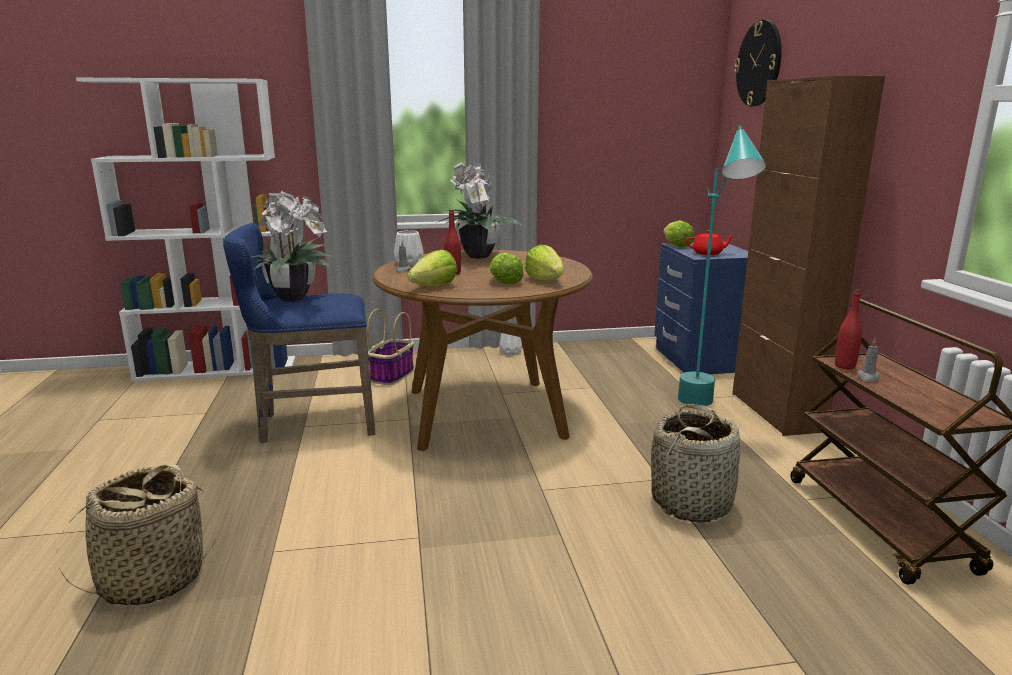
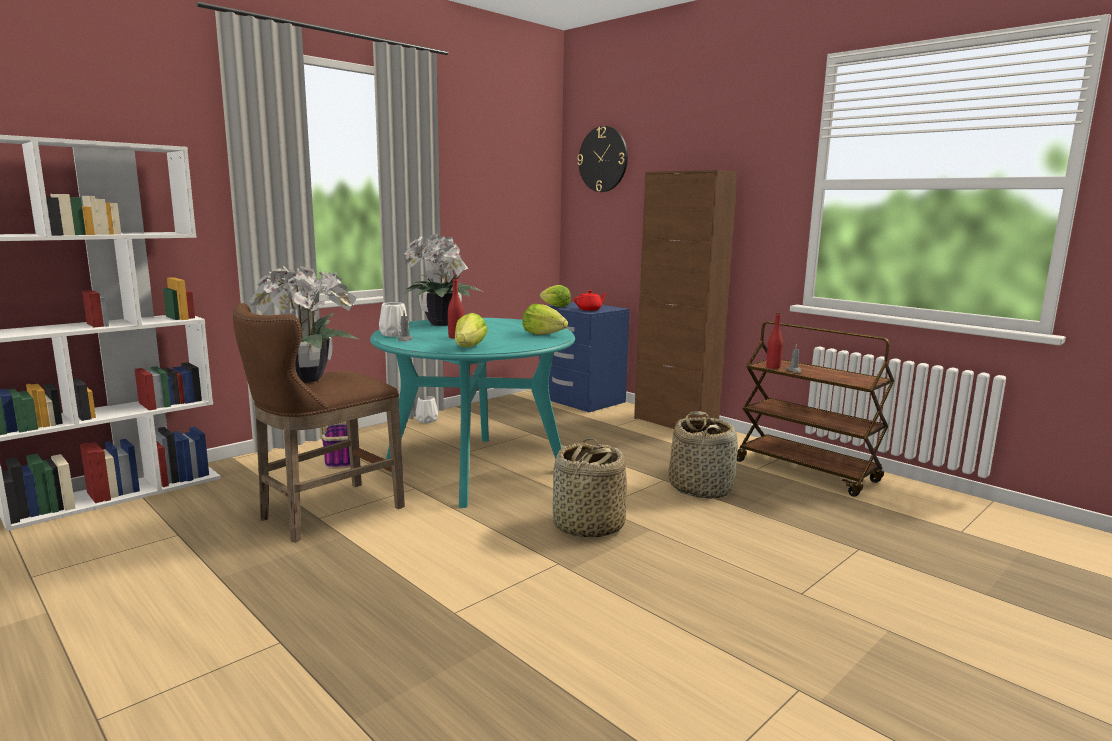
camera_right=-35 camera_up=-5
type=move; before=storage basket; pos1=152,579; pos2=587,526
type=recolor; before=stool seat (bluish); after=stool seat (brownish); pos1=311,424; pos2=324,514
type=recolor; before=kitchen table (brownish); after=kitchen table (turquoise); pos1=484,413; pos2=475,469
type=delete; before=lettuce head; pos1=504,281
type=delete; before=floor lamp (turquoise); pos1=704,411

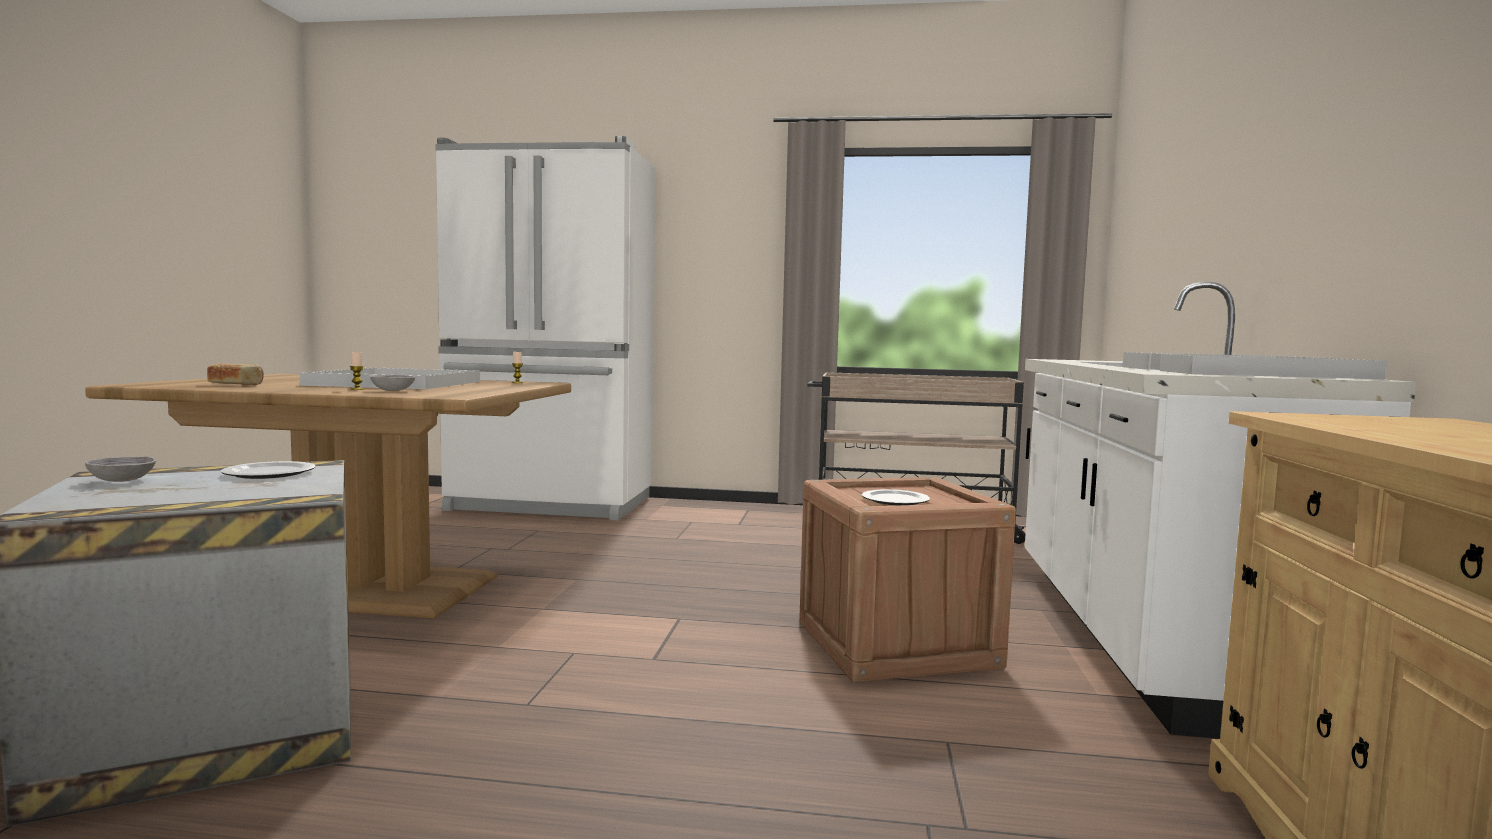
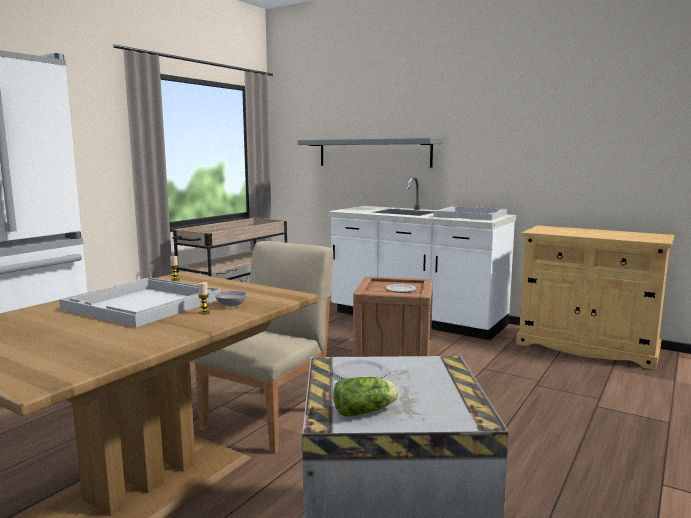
camera_right=-65 camera_up=5
type=replace; before=deep dish (grey); after=lettuce head; pos1=122,480; pos2=366,411
type=delete; before=bakery bread; pos1=236,385
type=insert; after=plain chair (sand-coloured); pos2=270,417
type=insert; after=wall shelf (grey); pos2=373,153

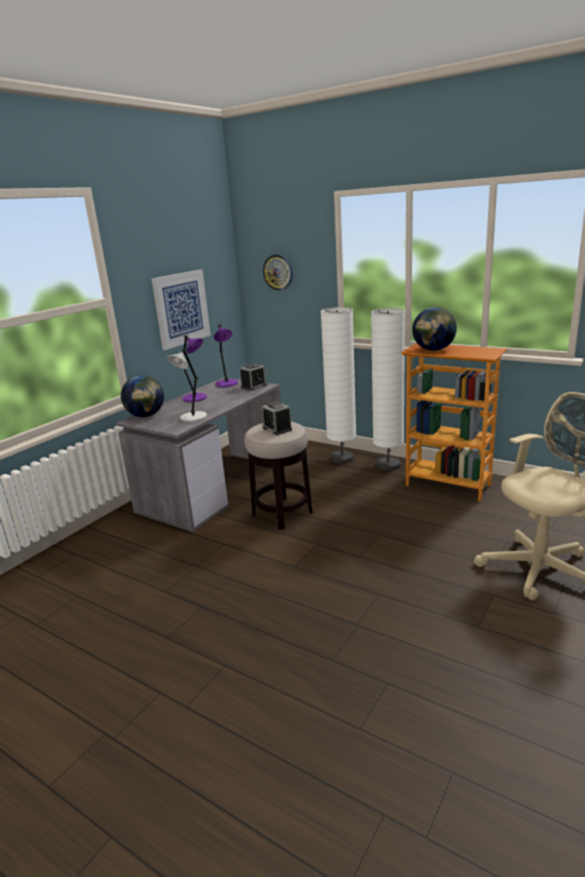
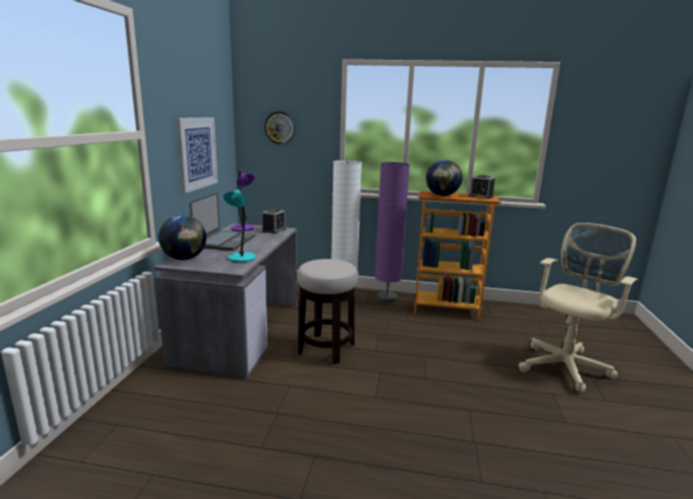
camera_right=-25 camera_up=-5
type=recolor; before=lamp for a table (grey); after=lamp for a table (turquoise); pos1=192,418; pos2=241,258
type=replace; before=lamp for a table (purple-coloured); after=portable computer; pos1=196,398; pos2=224,241
type=move; before=bedside clock; pos1=277,429; pos2=481,196
type=recolor; before=floor lamp (white-coloured); after=floor lamp (purple-coloured); pos1=388,465; pos2=386,298

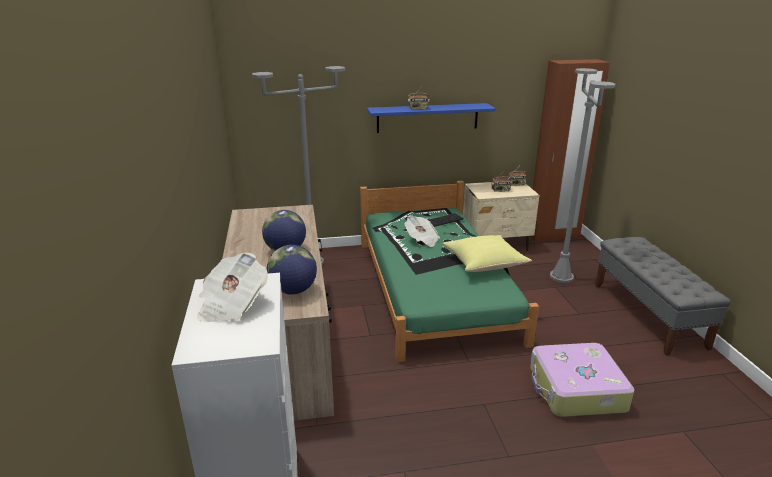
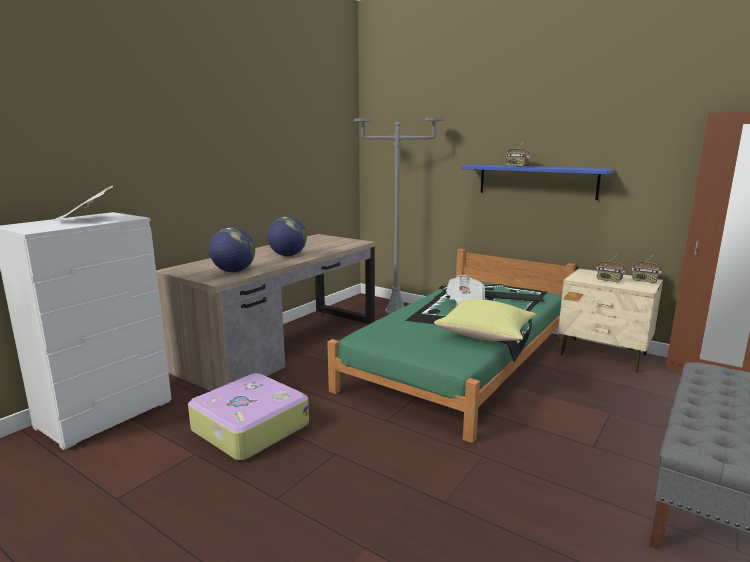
camera_right=45 camera_up=-10
type=move; before=suitcase; pos1=575,390; pos2=249,427
type=delete; before=floor lamp (grey); pos1=561,277

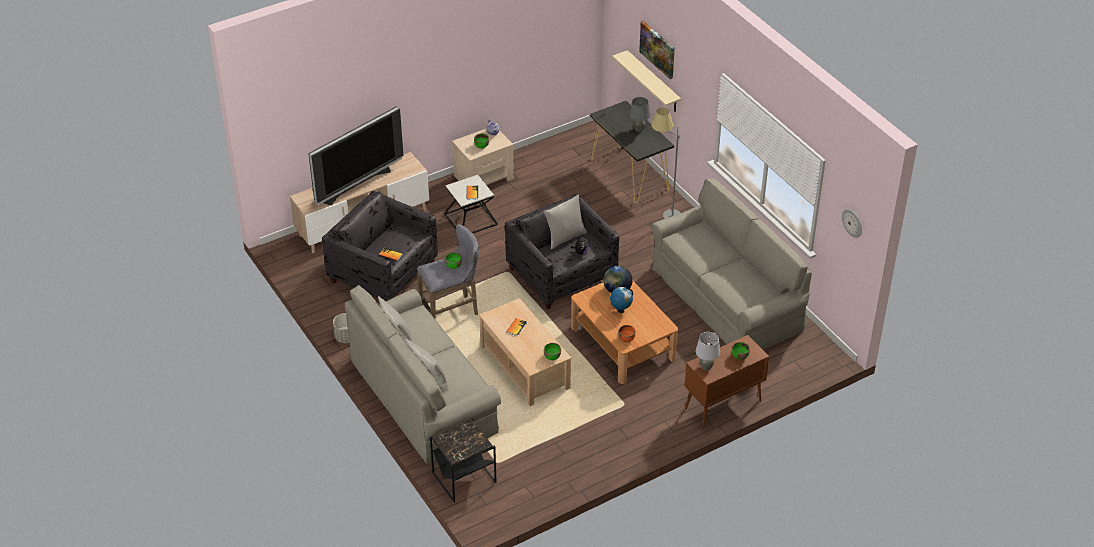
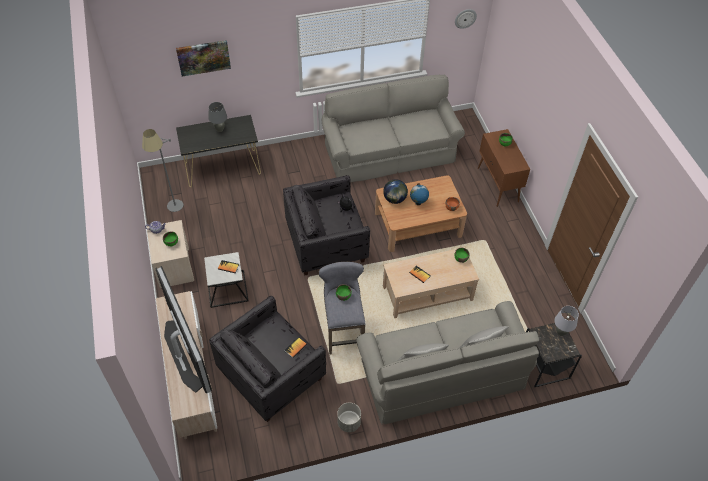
camera_right=-75 camera_up=10
type=delete; before=throw pillow (grey); pos1=565,237
type=delete; before=wall shelf (sand-coloured); pos1=653,82
type=move; before=floor lamp (grey); pos1=664,217; pos2=174,211
type=move; before=lamp for a table (grey); pos1=706,367; pos2=561,332

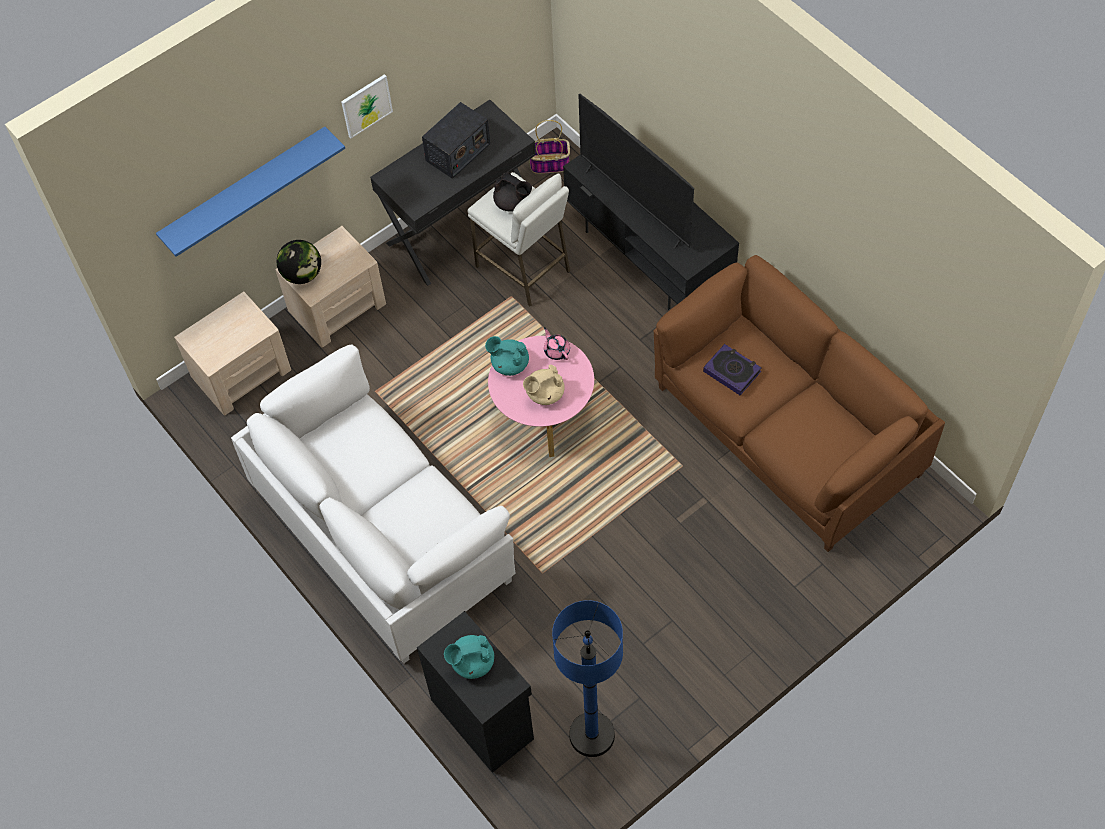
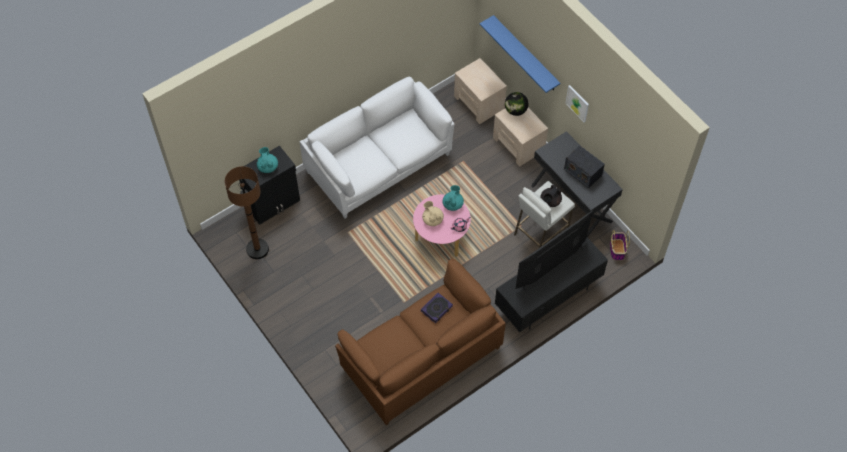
camera_right=90 camera_up=0
type=recolor; before=floor lamp (bluish); after=floor lamp (brownish); pos1=592,735; pos2=257,249

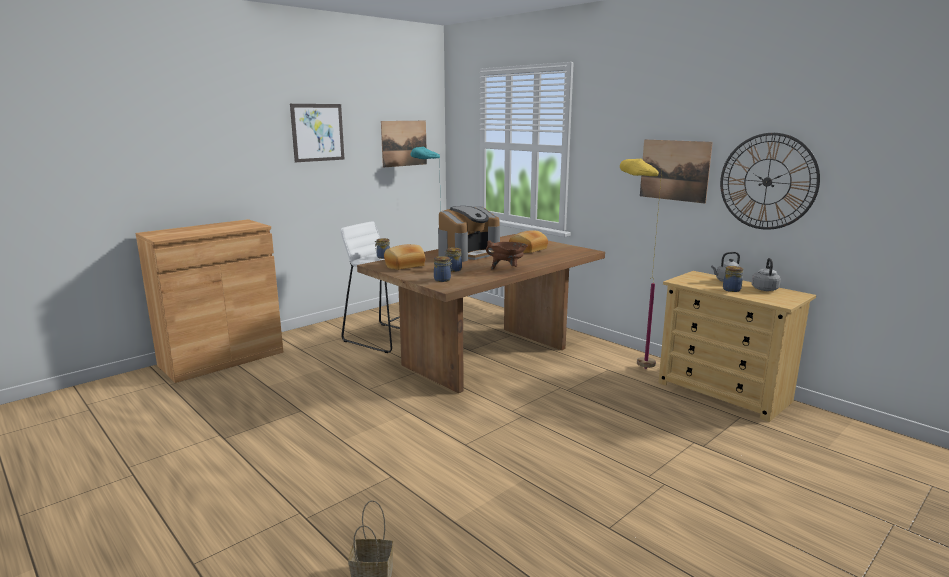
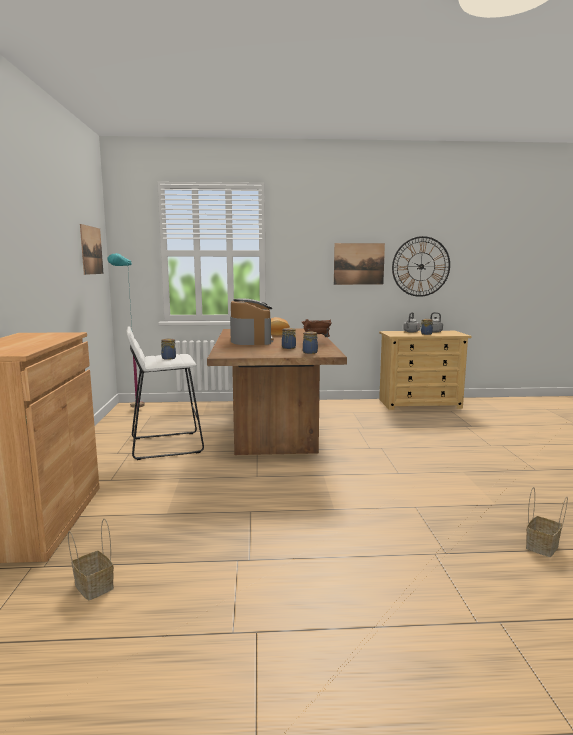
camera_right=-50 camera_up=-5
type=delete; before=picture; pos1=317,132
type=delete; before=bakery bread; pos1=405,266
type=delete; before=floor lamp (yellowish); pos1=630,365
type=insert; after=storage basket; pos2=92,586

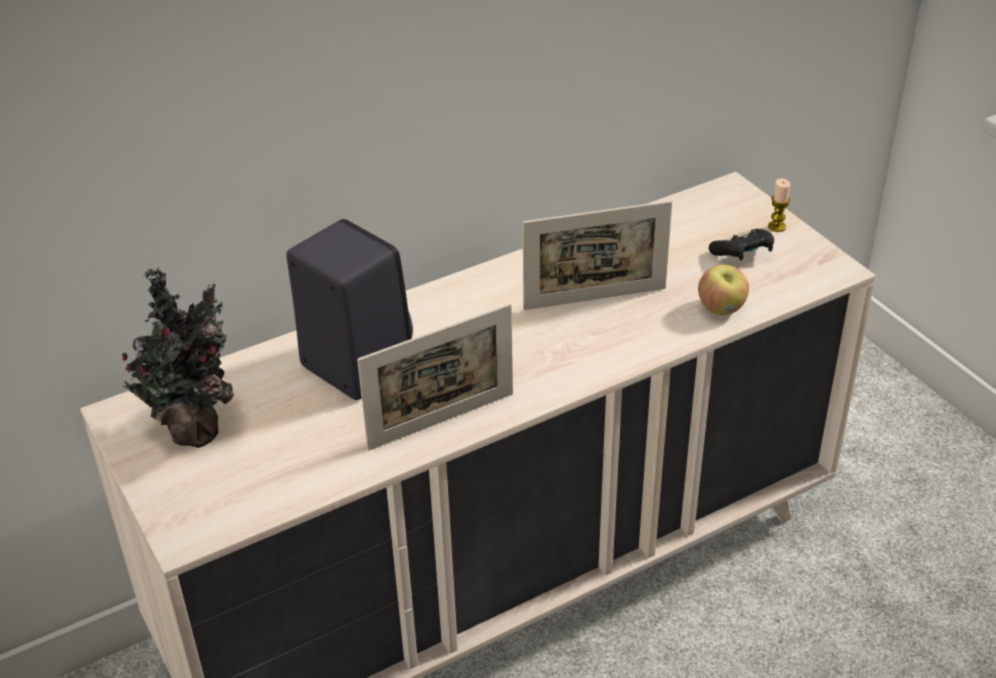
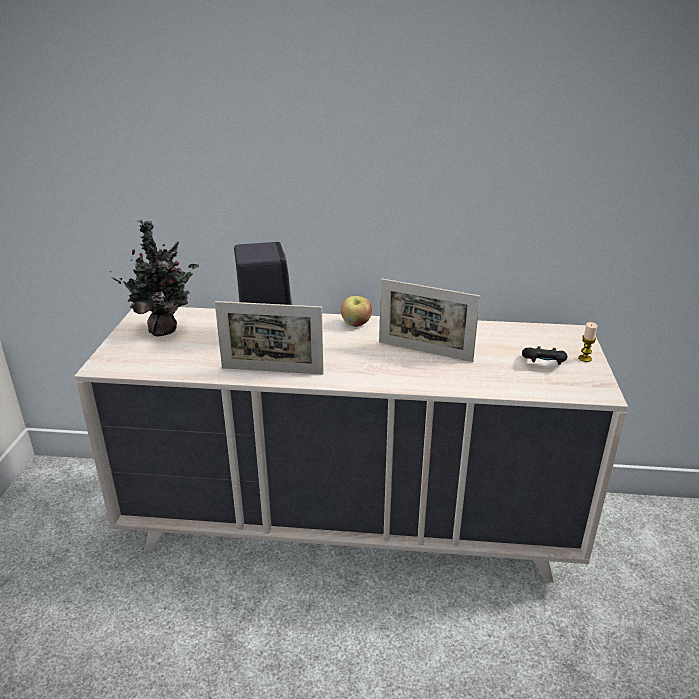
camera_right=35 camera_up=-10
type=move; before=whole apple; pos1=721,308; pos2=356,324

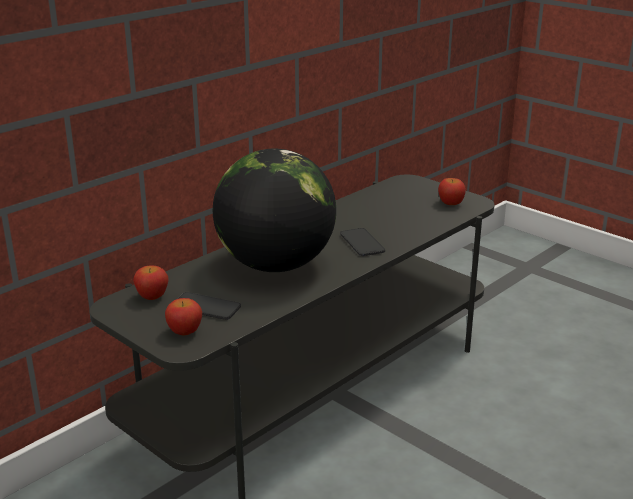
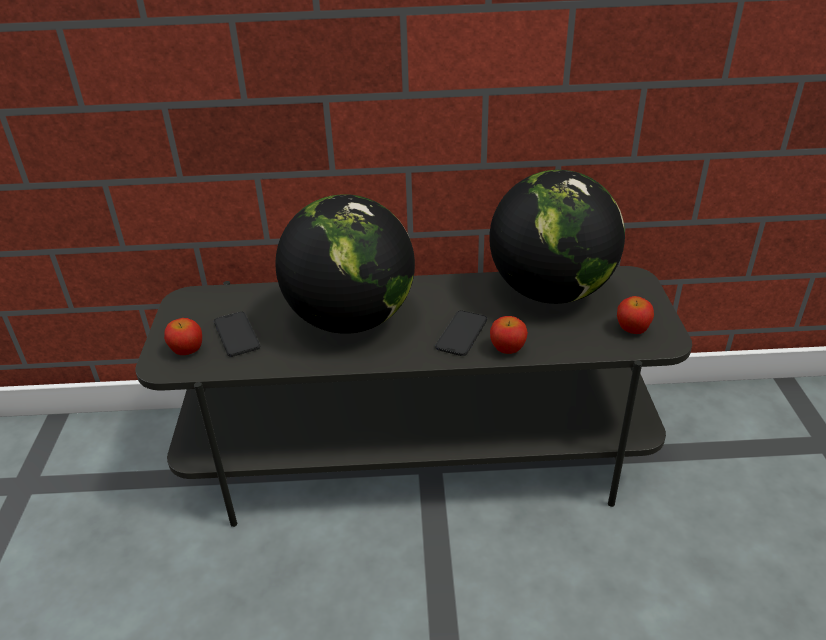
camera_right=45 camera_up=10
type=move; before=whole apple; pos1=152,296; pos2=507,349
type=insert; after=world globe; pos2=550,292

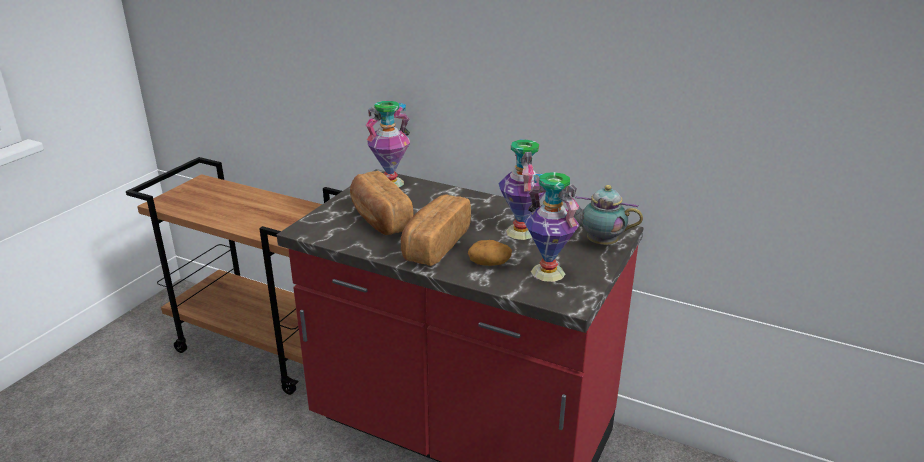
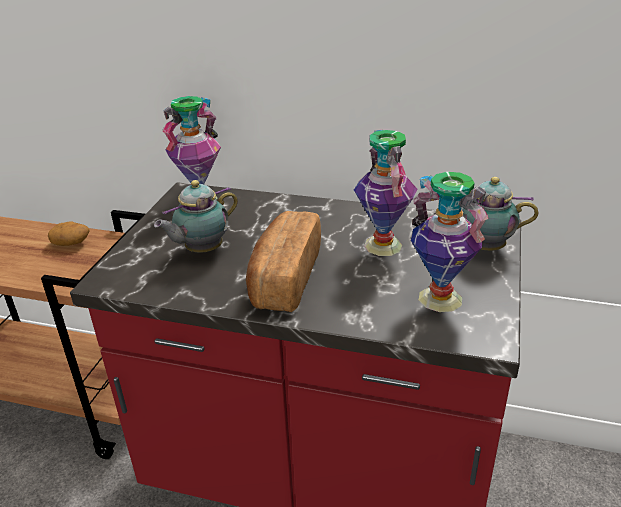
camera_right=-10 camera_up=5
type=replace; before=bakery bread; after=teapot; pos1=379,219; pos2=201,250
type=move; before=whole potato; pos1=490,263; pos2=71,243

